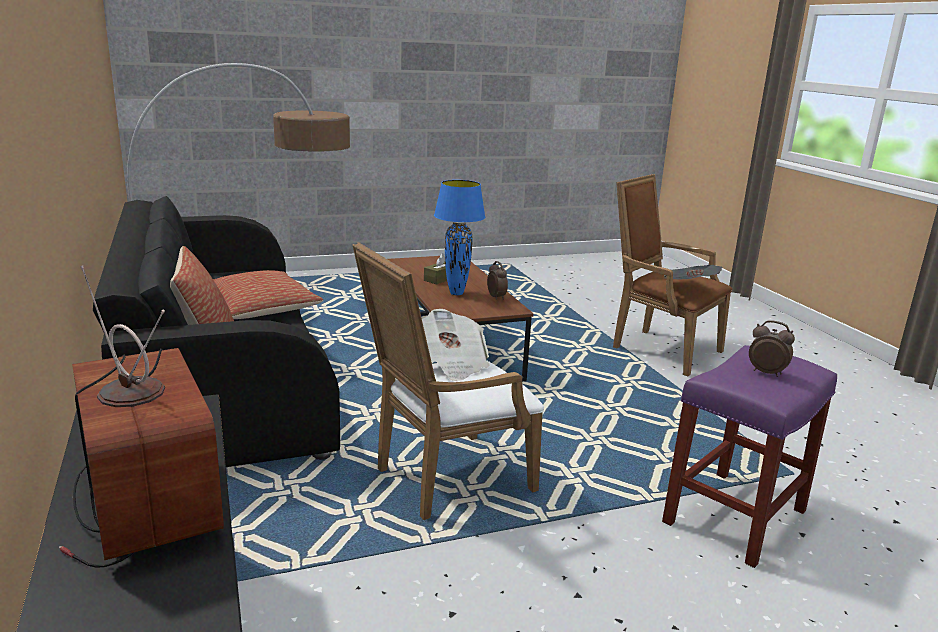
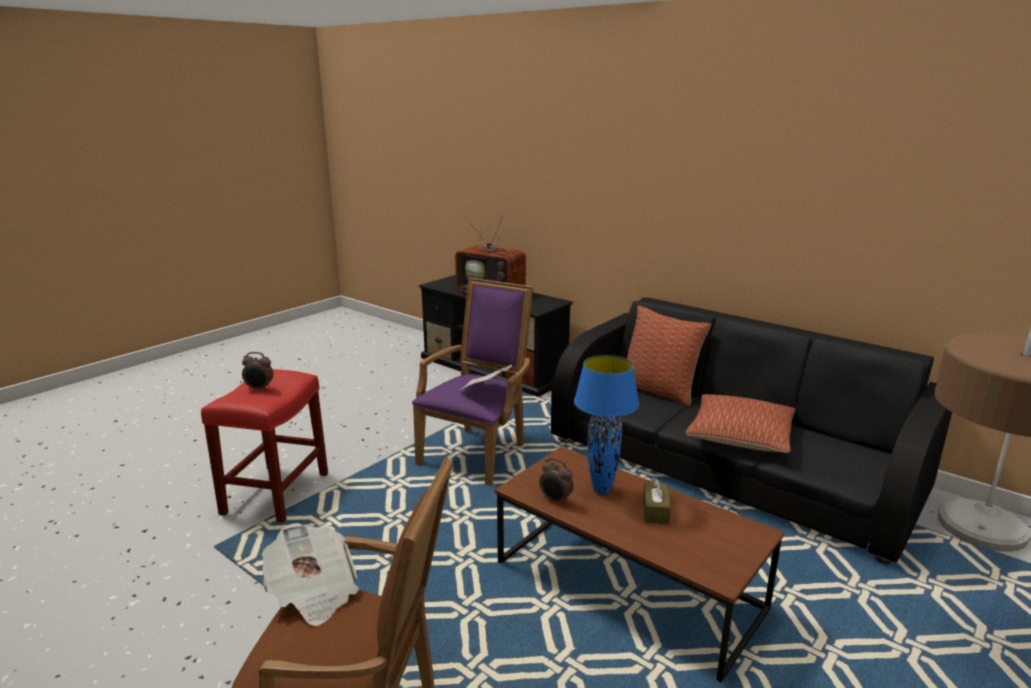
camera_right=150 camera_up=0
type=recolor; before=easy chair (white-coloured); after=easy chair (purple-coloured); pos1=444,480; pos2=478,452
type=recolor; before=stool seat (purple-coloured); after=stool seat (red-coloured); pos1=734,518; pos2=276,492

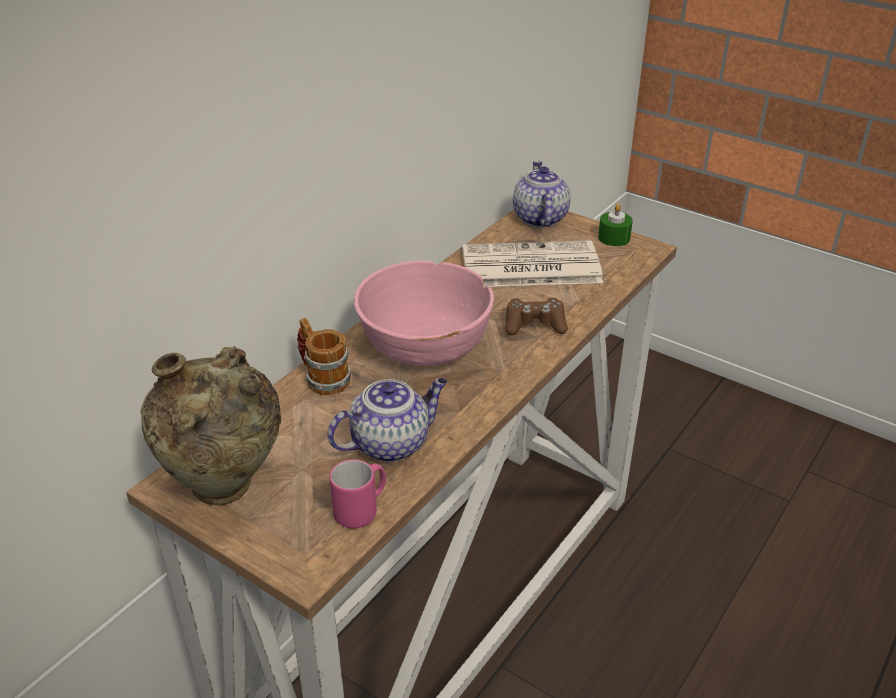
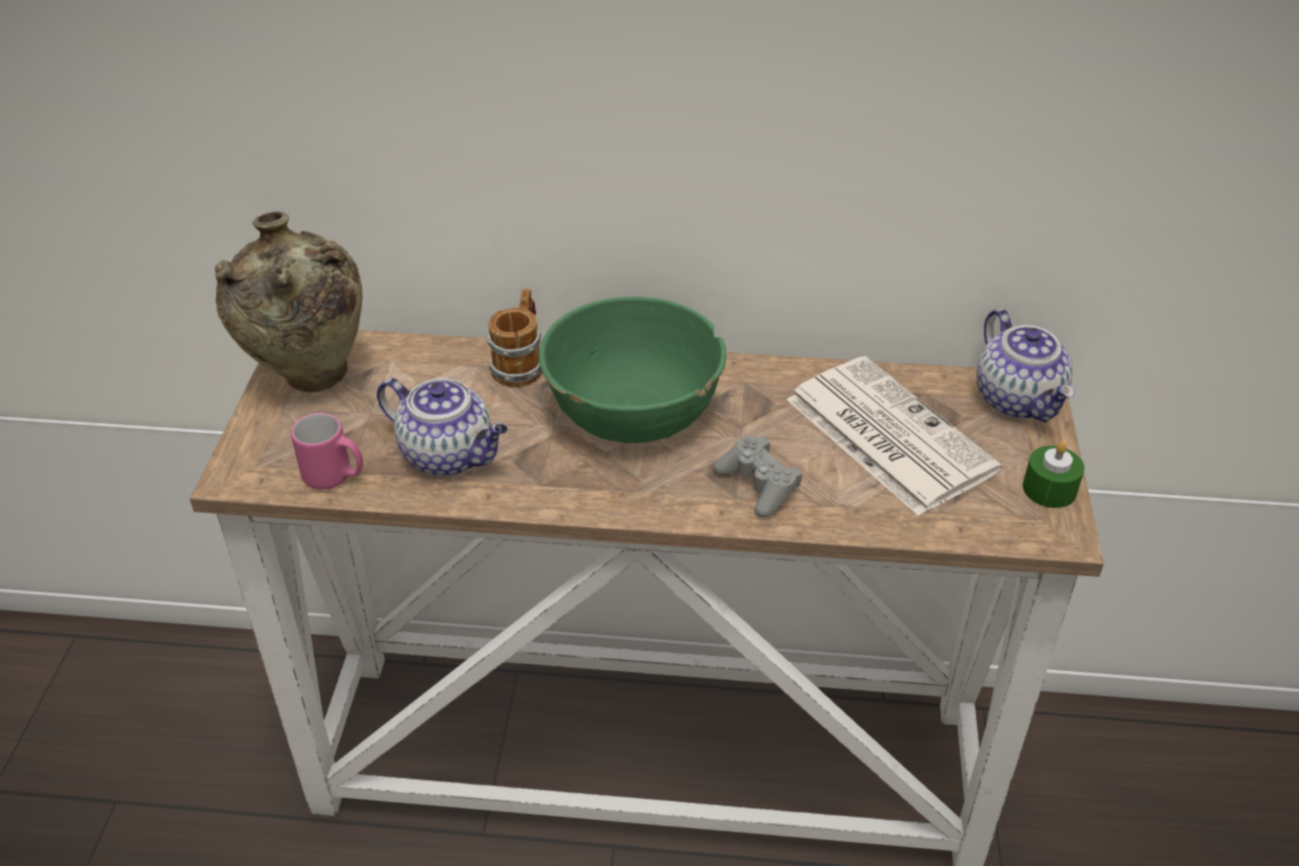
camera_right=60 camera_up=5
type=recolor; before=deep dish (pink); after=deep dish (green); pos1=424,347; pos2=633,413
type=recolor; before=gamepad (brownish); after=gamepad (grey); pos1=534,325; pos2=758,485
type=rotate; before=teapot; pos1=539,218; pos2=1019,400; turn=105

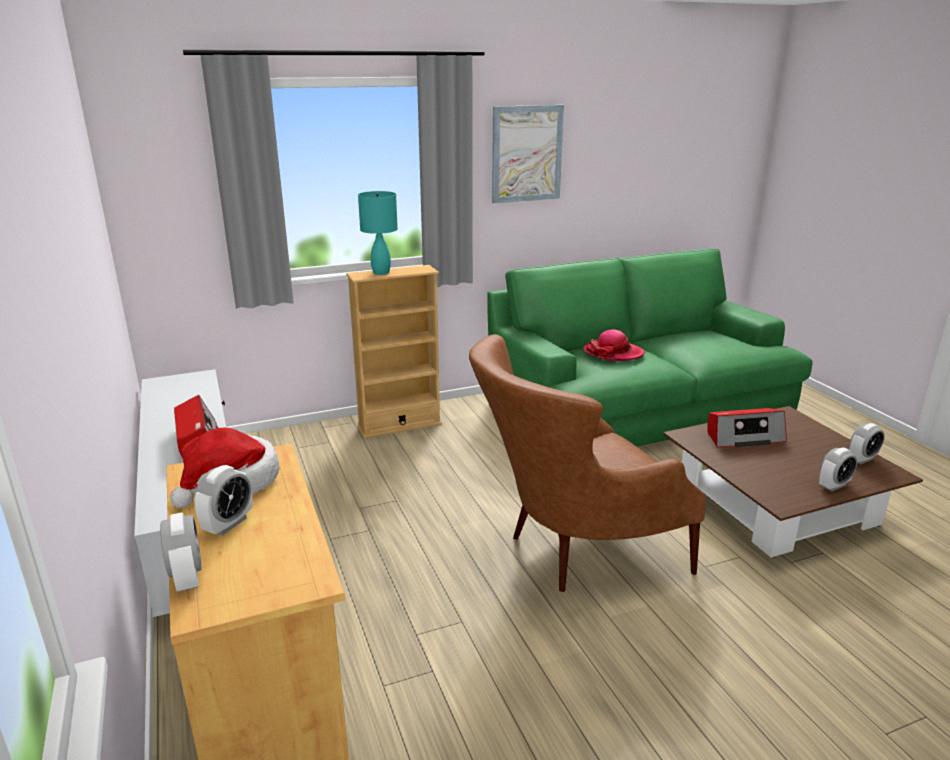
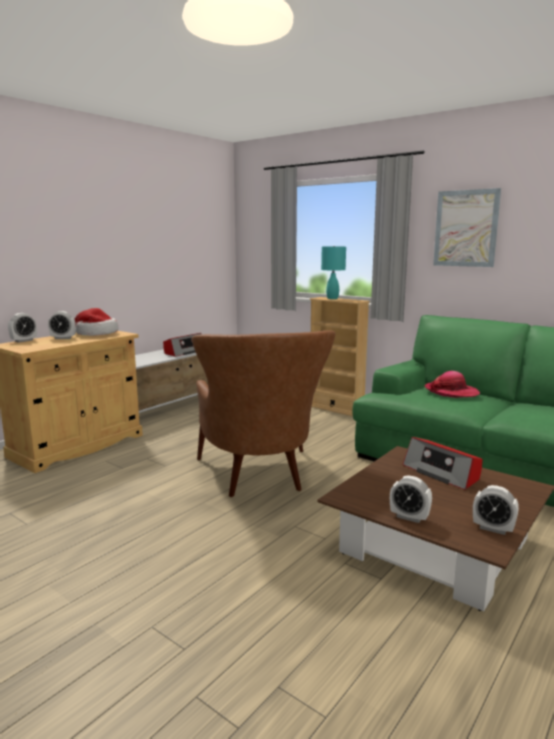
camera_right=60 camera_up=-10
type=rotate; before=easy chair (brownish); pos1=573,551; pos2=260,479; turn=-135

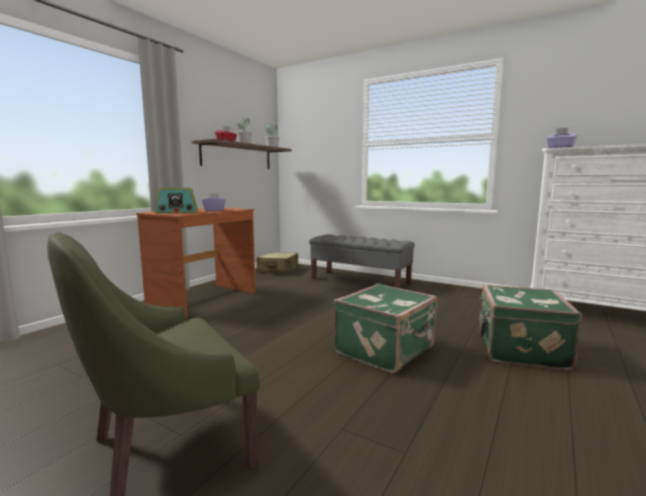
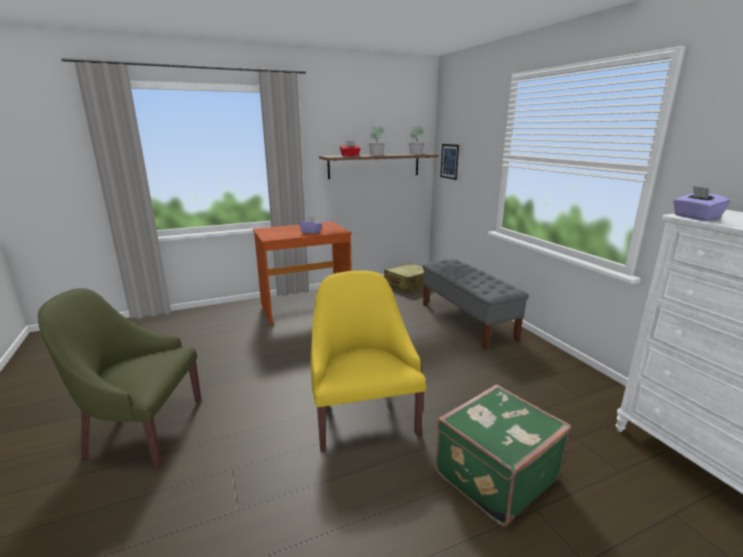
camera_right=35 camera_up=10
type=delete; before=radio; pos1=177,212
type=replace; before=suitcase (green); after=easy chair (yellowish); pos1=386,350; pos2=362,416
type=insert; after=picture; pos2=449,161

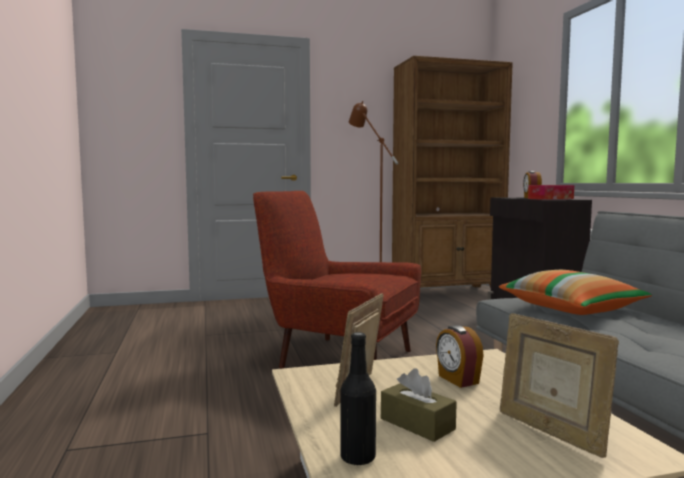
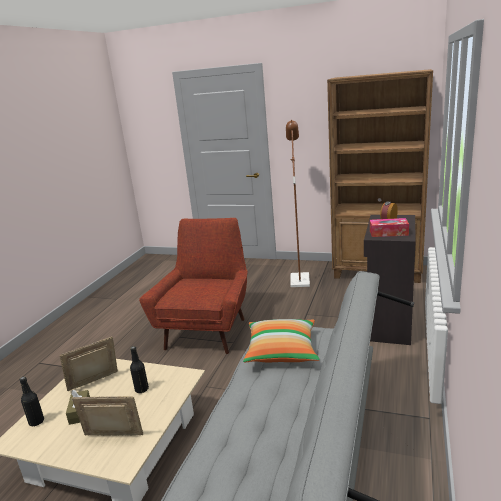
camera_right=35 camera_up=15
type=rotate; before=easy chair (red-coloured); pos1=338,357; pos2=208,330; turn=45
type=replace; before=bedside clock; after=drink bottle (black); pos1=457,380; pos2=141,389
type=rotate; before=picture frame; pos1=550,432; pos2=114,438; turn=90

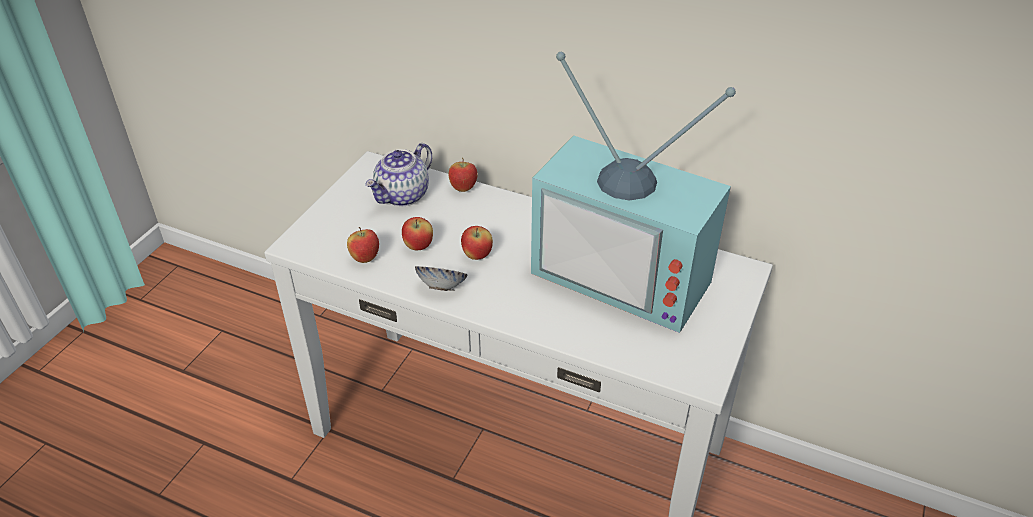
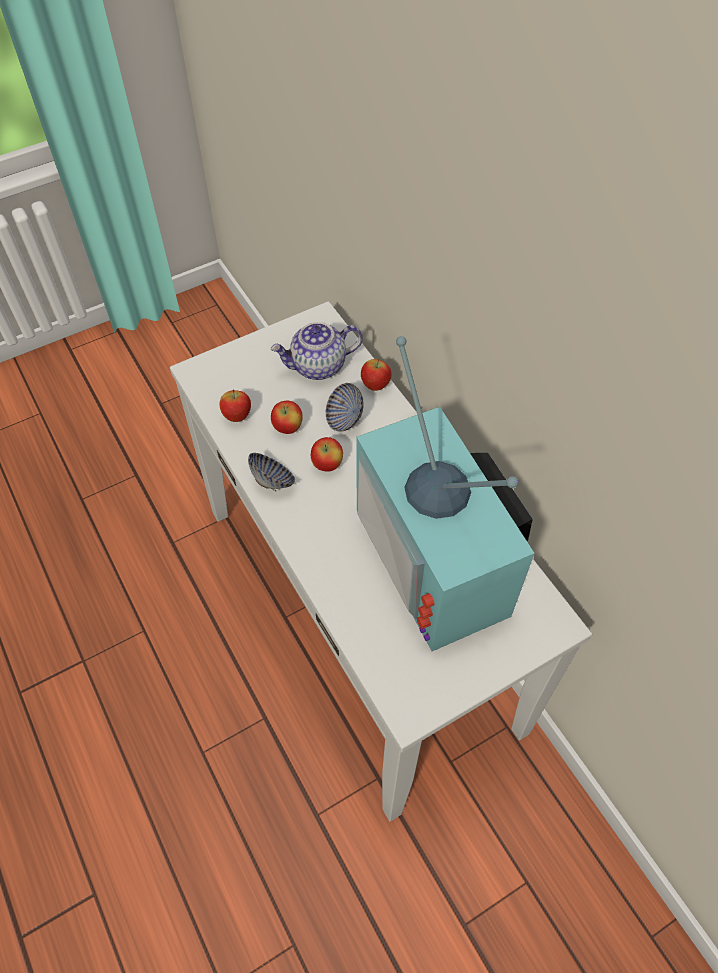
camera_right=35 camera_up=15
type=insert; after=deep dish; pos2=344,419

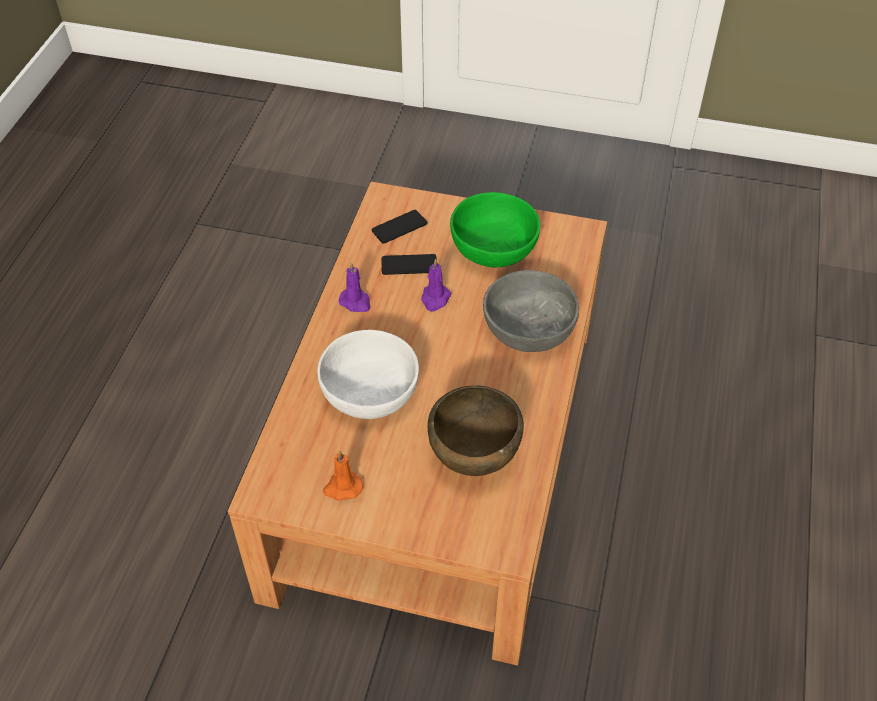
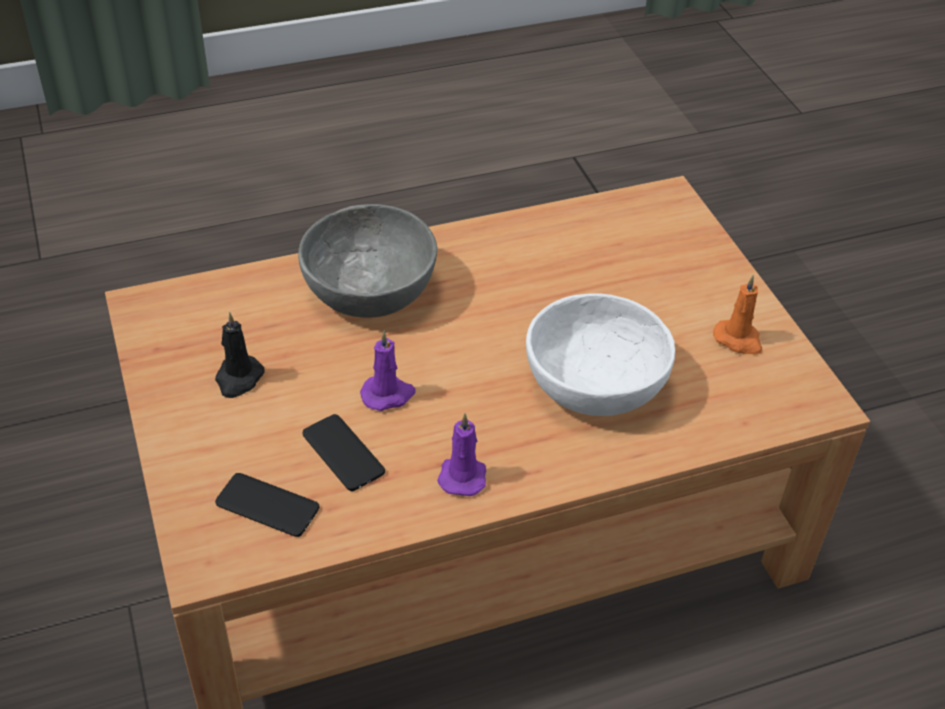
camera_right=-125 camera_up=-5
type=delete; before=deep dish (brownish); pos1=474,459
type=replace; before=deep dish (green); after=wax light (black); pos1=494,247; pos2=238,379

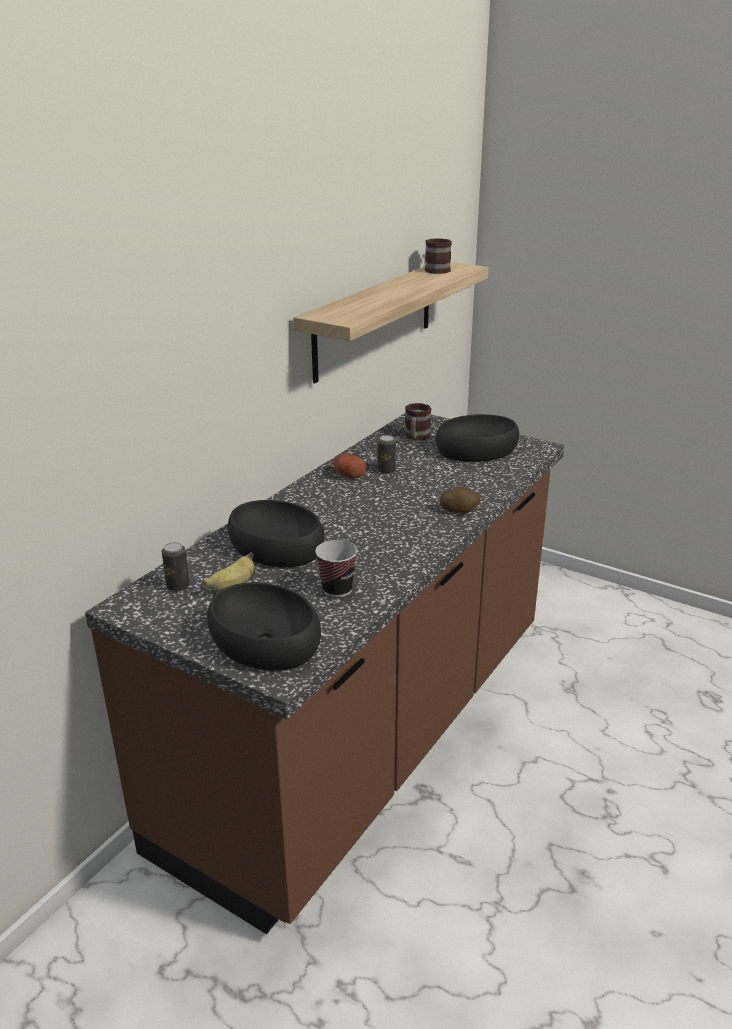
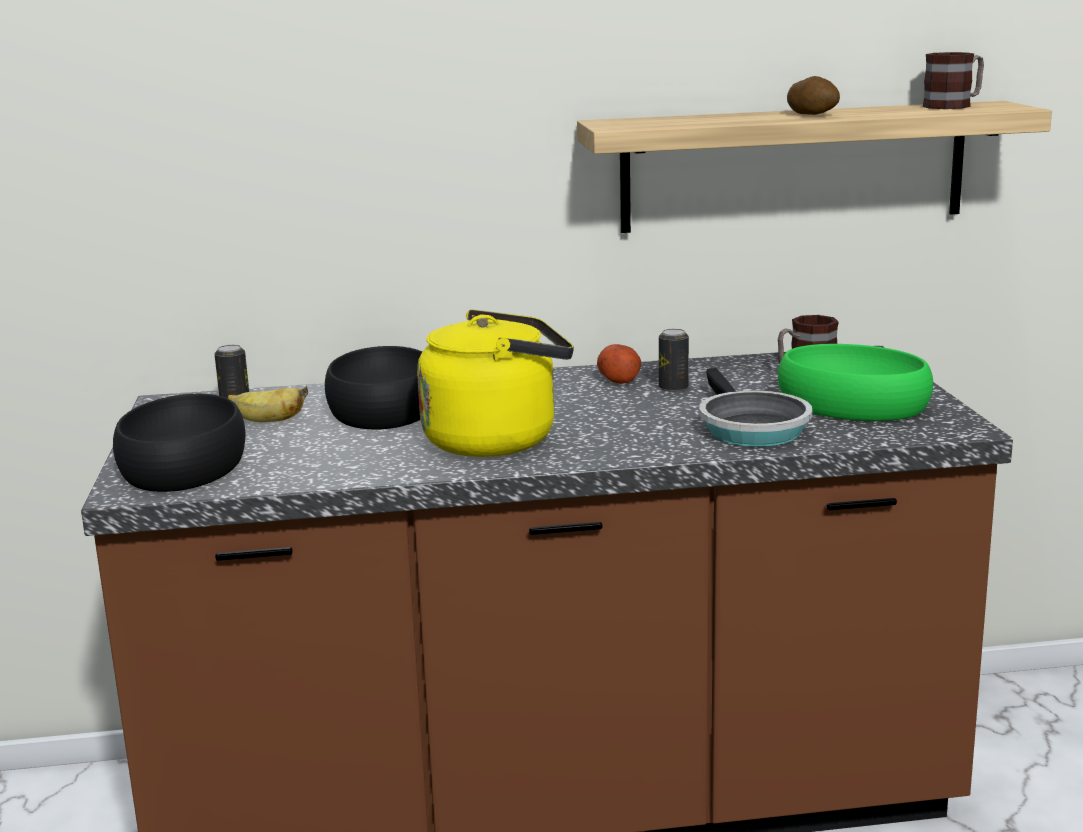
camera_right=50 camera_up=-10
type=delete; before=cup; pos1=337,589
type=recolor; before=deep dish (black); after=deep dish (green); pos1=476,450; pos2=851,404
type=move; before=whole potato; pos1=459,510; pos2=813,115
type=insert; after=tea kettle (yellowish); pos2=498,440
type=insert; after=skillet; pos2=749,428

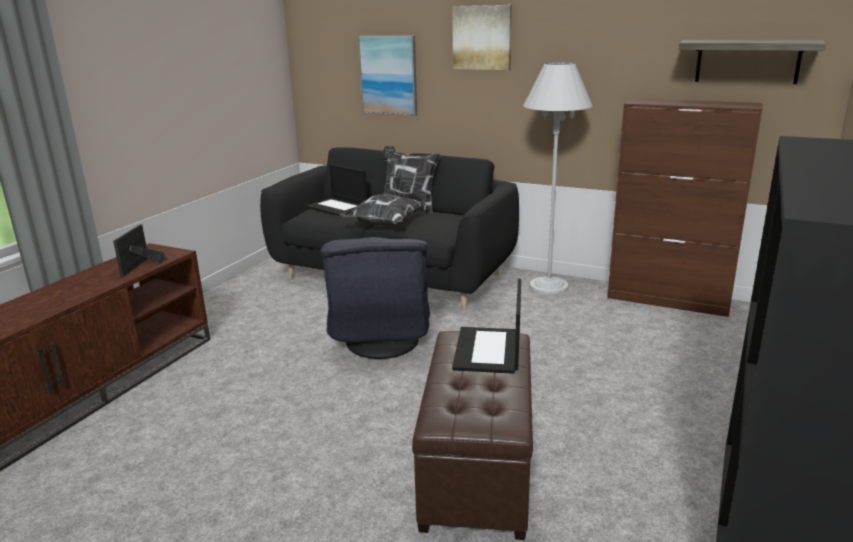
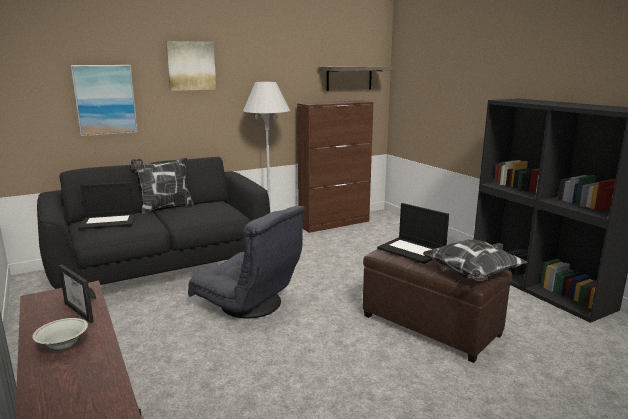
camera_right=-55 camera_up=-5
type=move; before=throw pillow; pos1=383,225; pos2=472,275
type=insert; after=deep dish (white-coloured); pos2=63,347

